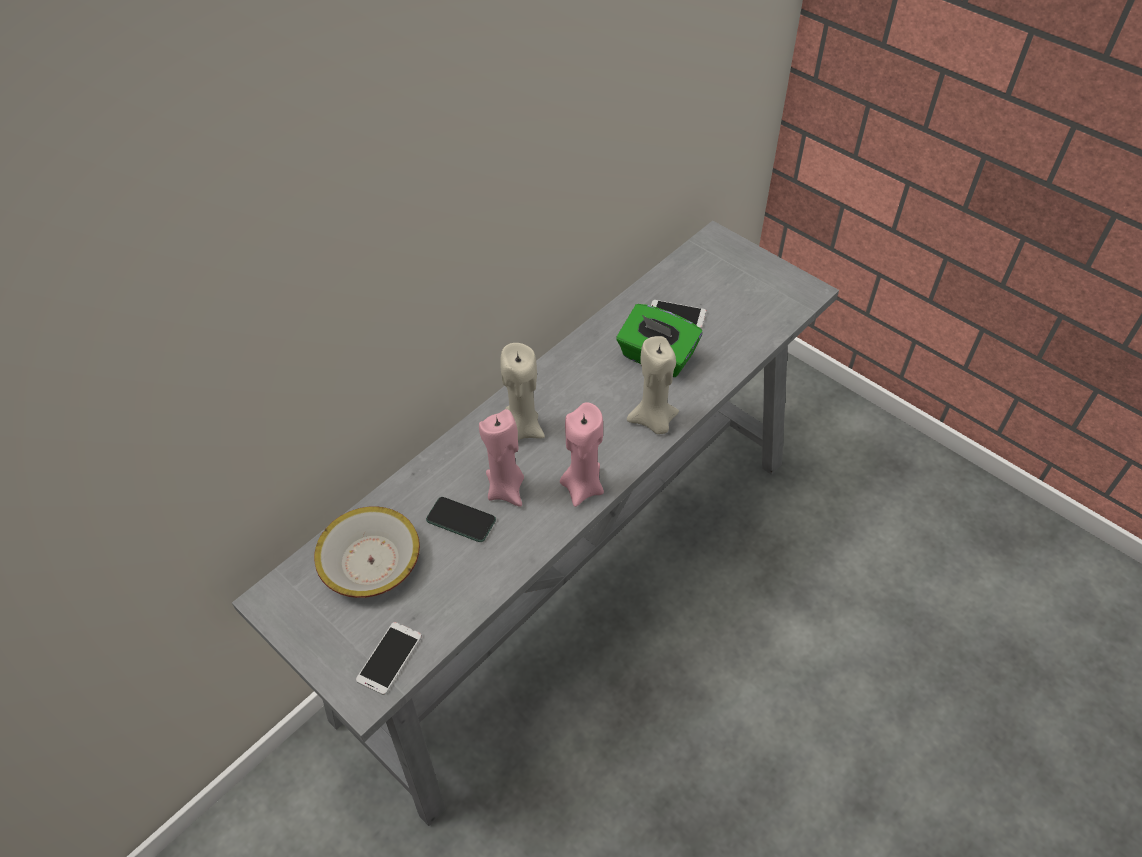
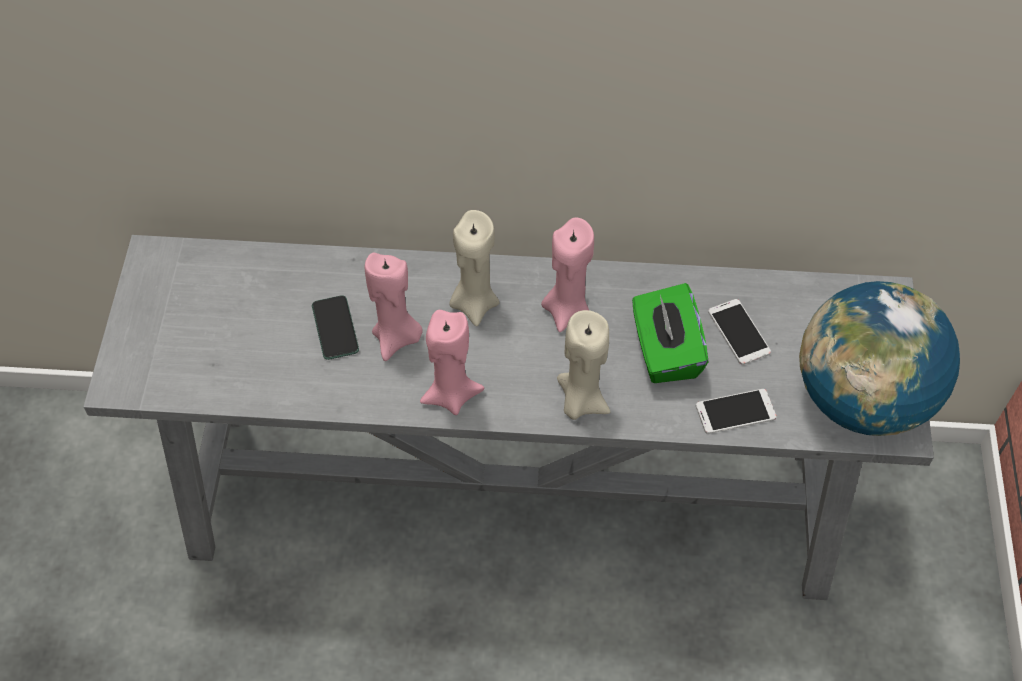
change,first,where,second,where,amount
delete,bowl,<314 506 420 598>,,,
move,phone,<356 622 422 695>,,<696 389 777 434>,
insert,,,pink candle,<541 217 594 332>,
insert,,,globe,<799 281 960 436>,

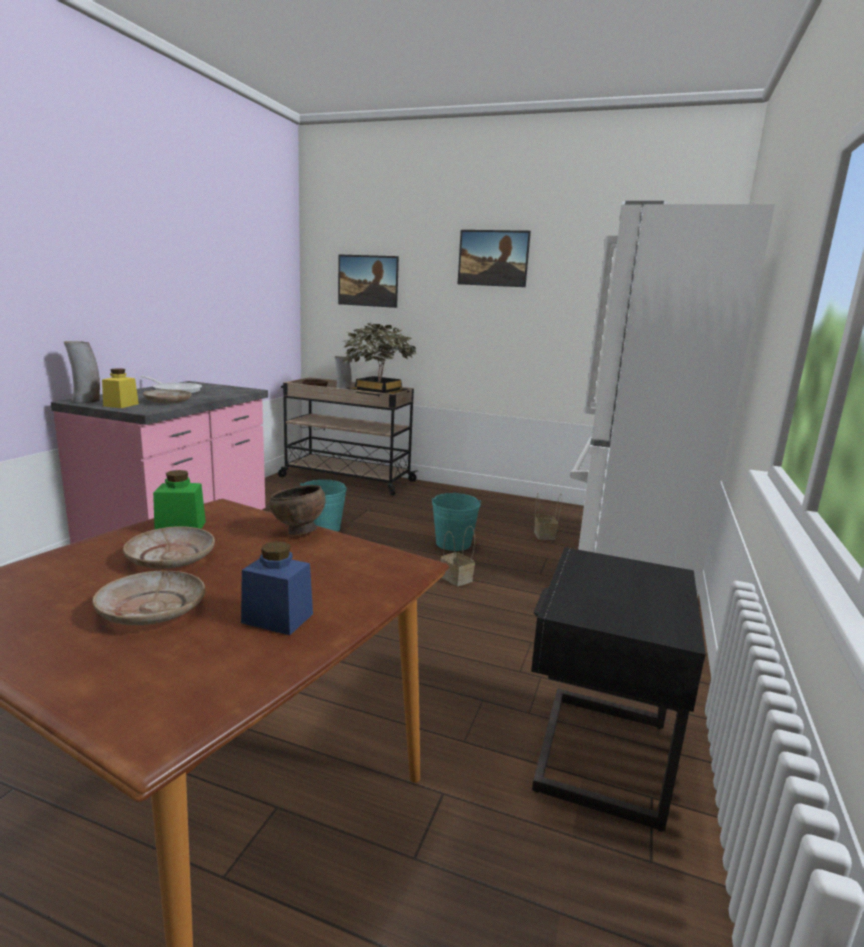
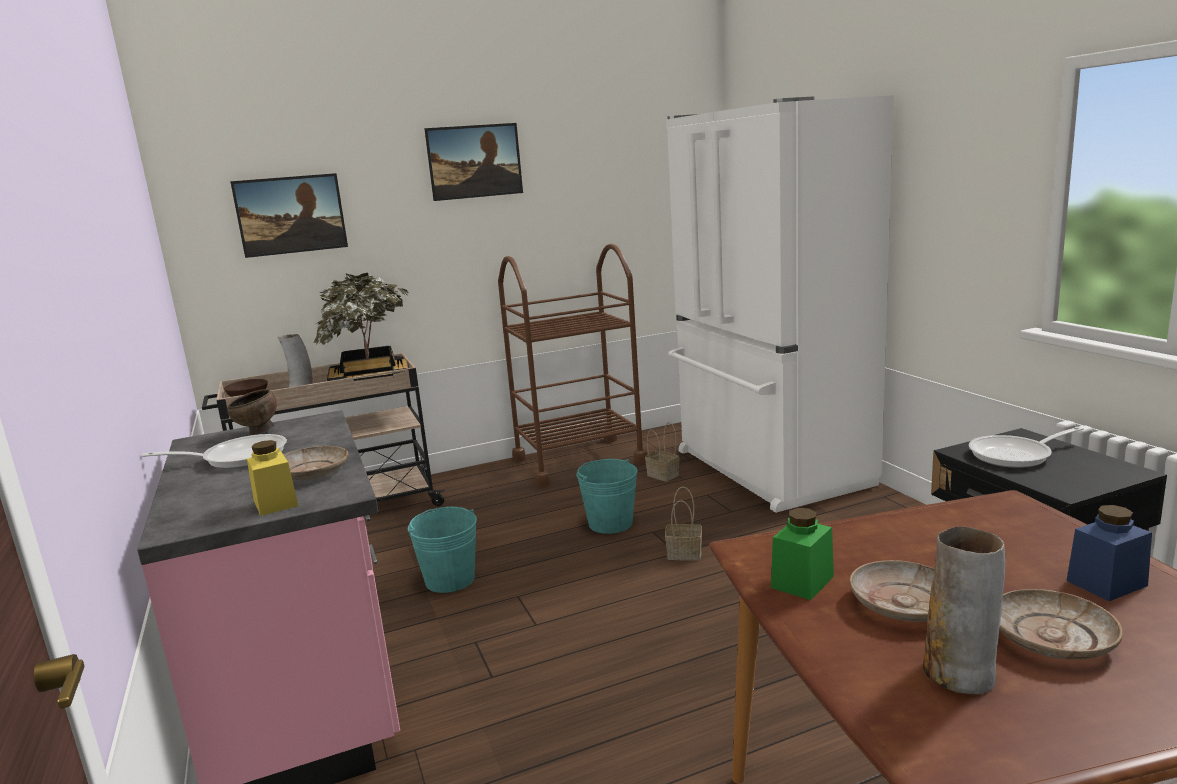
change,first,where,second,where,amount
move,vase,<64 341 100 403>,,<923 526 1005 695>,
move,brown bowl,<269 485 325 535>,,<227 389 277 435>,
insert,,,brown cart,<498 244 647 487>,
insert,,,frying pan,<969 427 1084 468>,

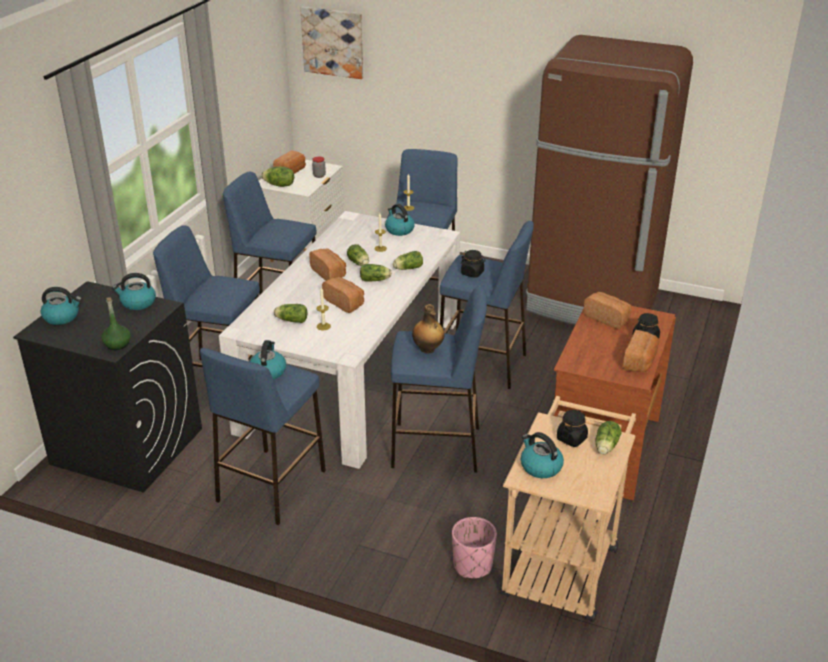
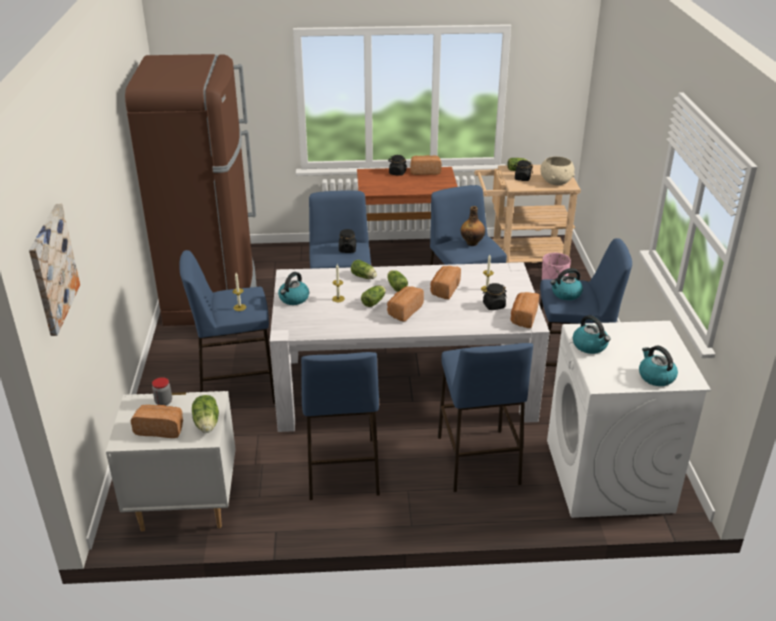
change,first,where,second,where,amount
recolor,black washing machine,<13 281 202 493>,white washing machine,<547 321 711 518>,
delete,green bottle,<101 297 131 350>,,,
replace,lettuce,<274 304 307 323>,black jar,<483 283 507 310>,
replace,kettle,<521 432 564 478>,beige bowl,<541 156 575 185>,
move,bread,<583 292 632 329>,,<511 292 539 328>,

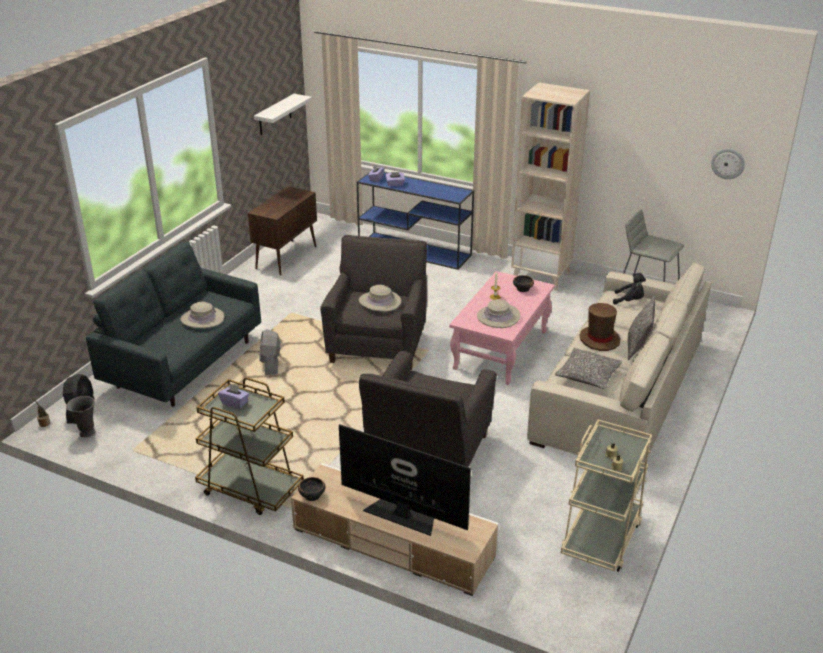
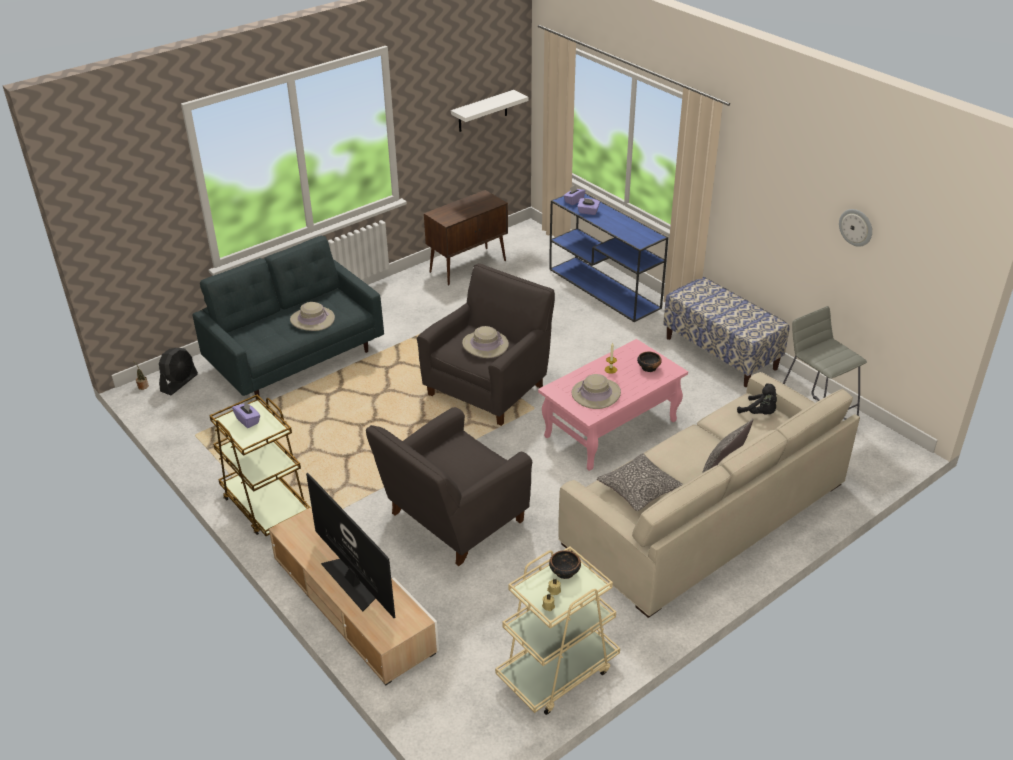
change,first,where,second,where,amount
delete,grey vase,<66 396 96 437>,,,
delete,grey fan,<259 329 281 375>,,,
move,bowl,<298 477 325 501>,,<549 550 581 579>,
replace,beige bookcase,<511 82 590 291>,bench,<663 277 789 387>,
delete,brown hat,<579 303 620 351>,,,
move,wall clock,<711 149 745 179>,,<839 209 872 247>,

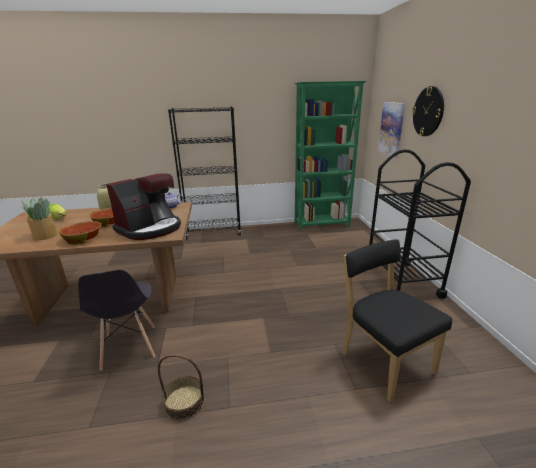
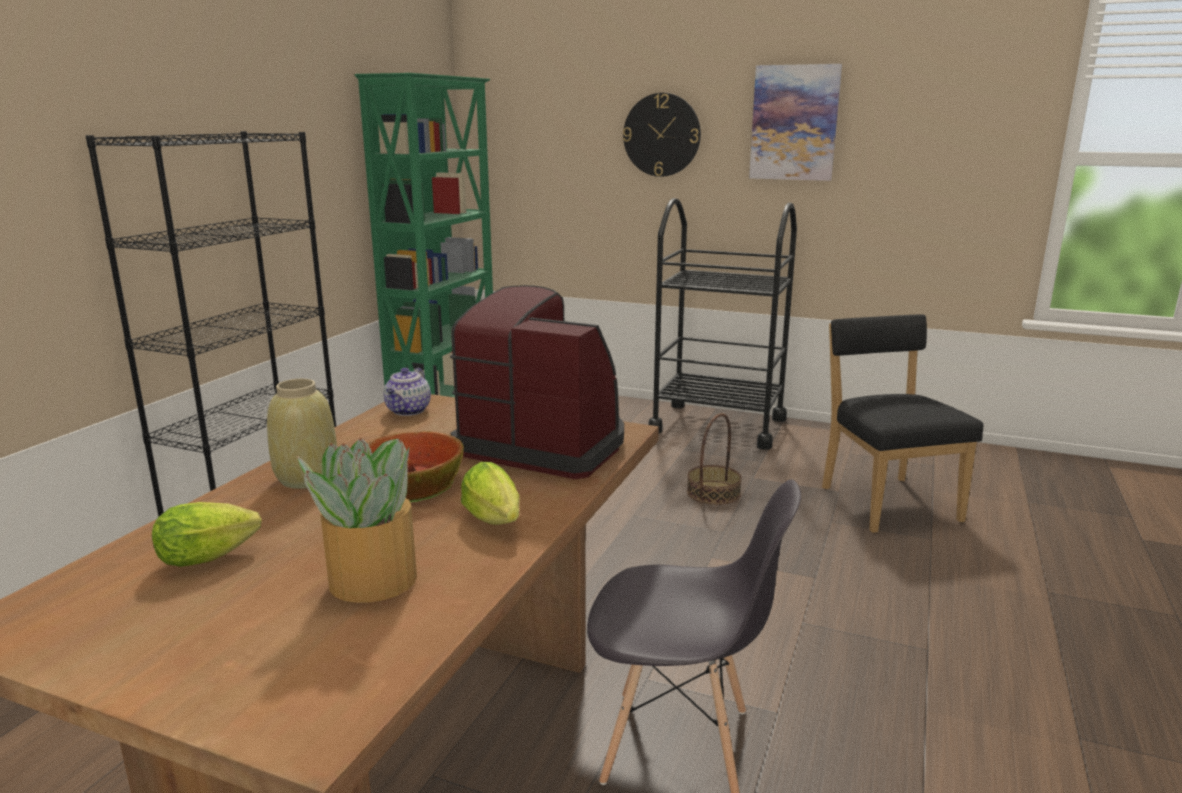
change,first,where,second,where,amount
replace,bowl,<59 221 102 245>,lettuce,<461 462 520 525>,
rotate,coffee machine,<106 173 181 240>,,<450 285 624 479>,45 degrees counterclockwise
move,basket,<158 354 205 421>,,<687 413 742 505>,
rotate,black chair,<342 239 452 402>,,<822 314 984 533>,75 degrees clockwise
move,picture,<378 102 405 157>,,<749 64 842 181>,

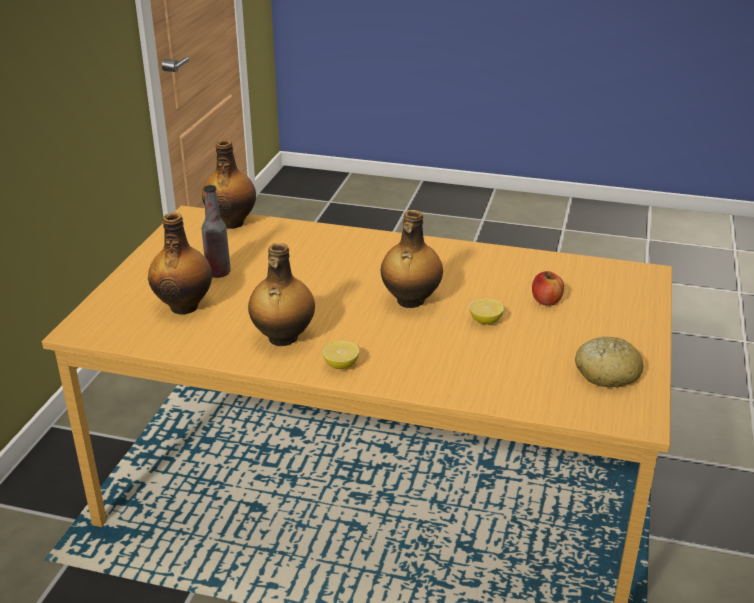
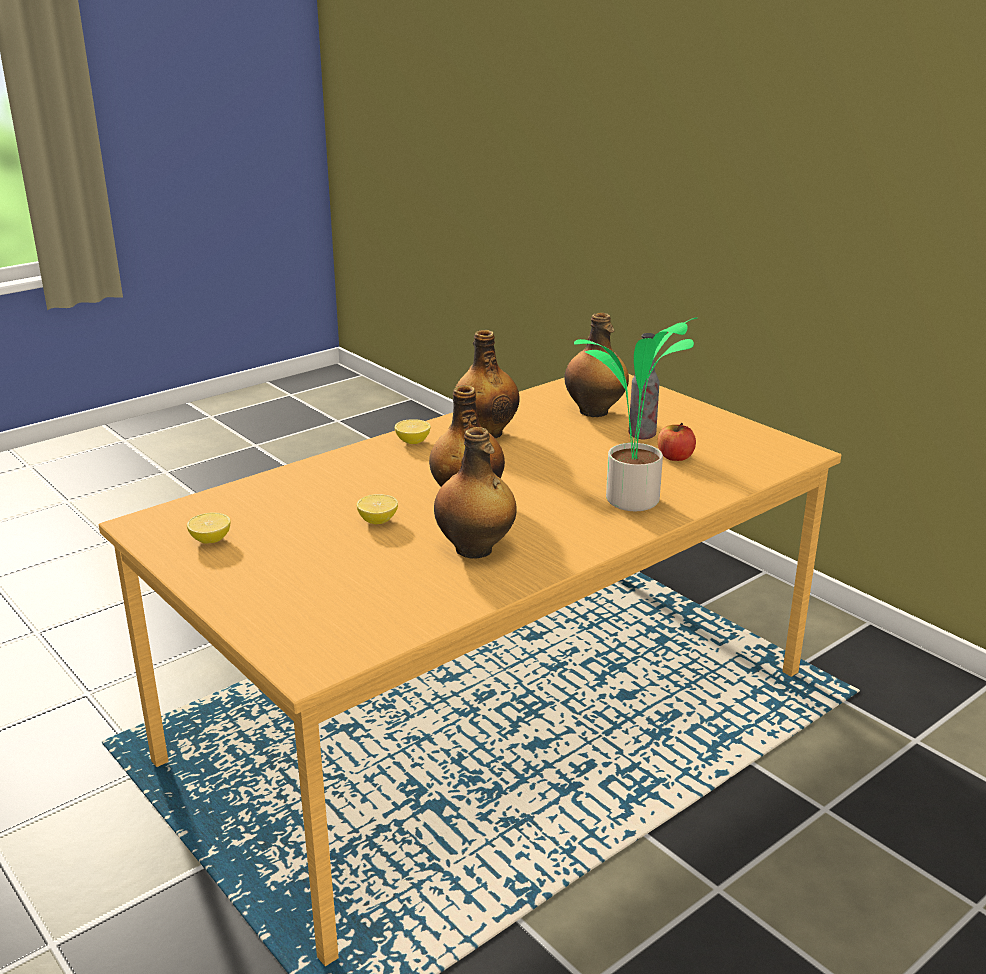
change,first,where,second,where,amount
move,bottle,<202 140 256 229>,,<434 427 516 559>,
move,apple,<532 271 564 306>,,<658 423 696 461>,
replace,bread,<575 337 643 388>,lemon,<187 512 231 544>,
insert,,,potted plant,<574 317 697 511>,

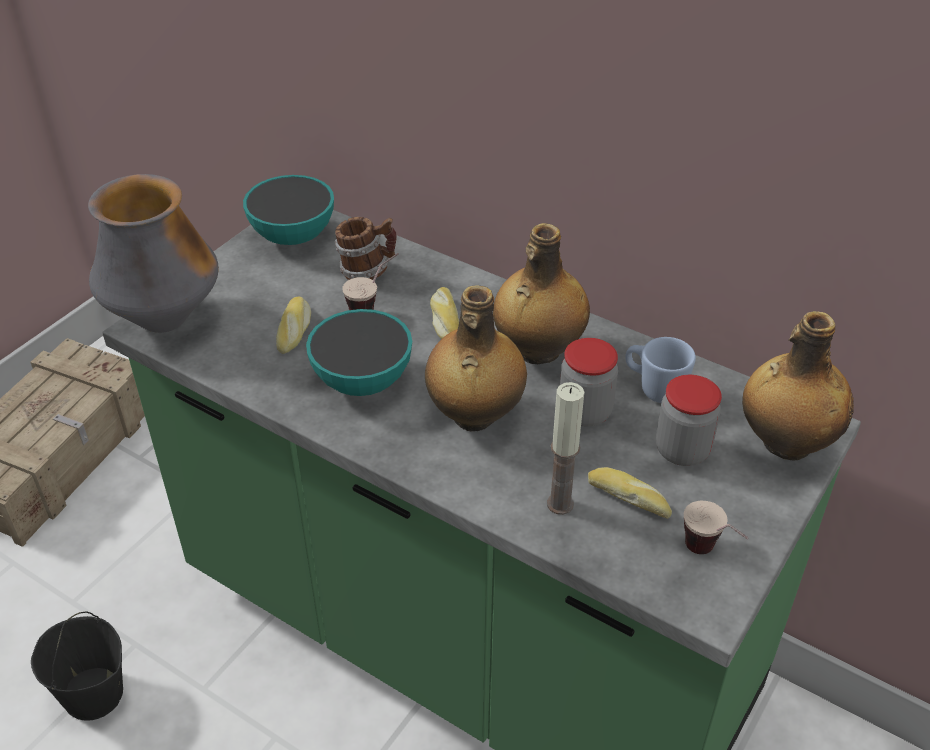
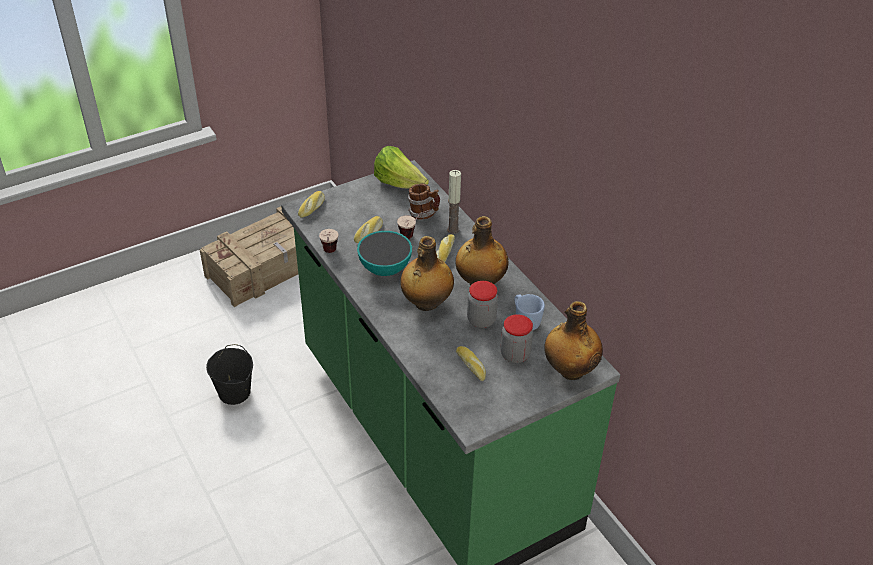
change,first,where,second,where,amount
replace,vase,<88 174 219 333>,bread,<298 191 325 218>,
replace,bowl,<243 175 334 245>,lettuce,<374 146 429 188>,
move,candle,<547 382 584 515>,,<447 170 461 234>,
move,cup,<684 501 748 554>,,<319 229 338 253>,

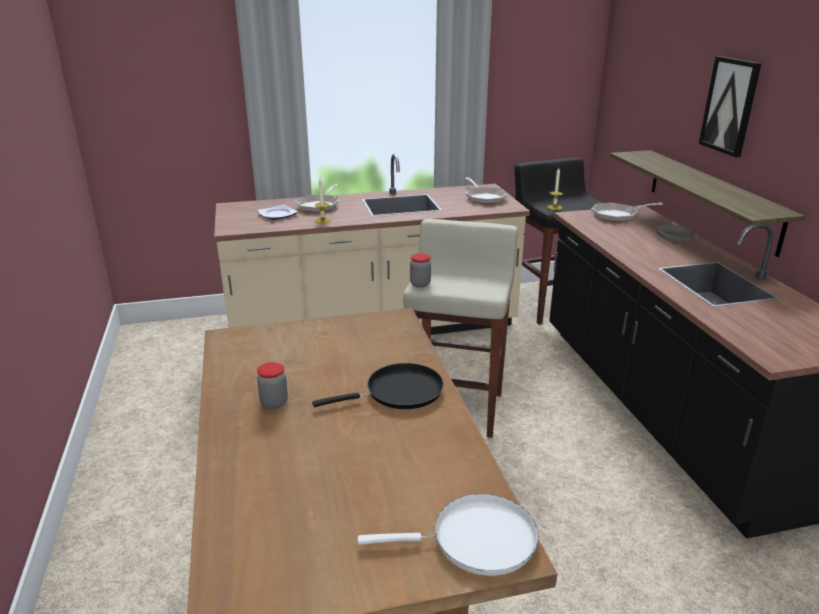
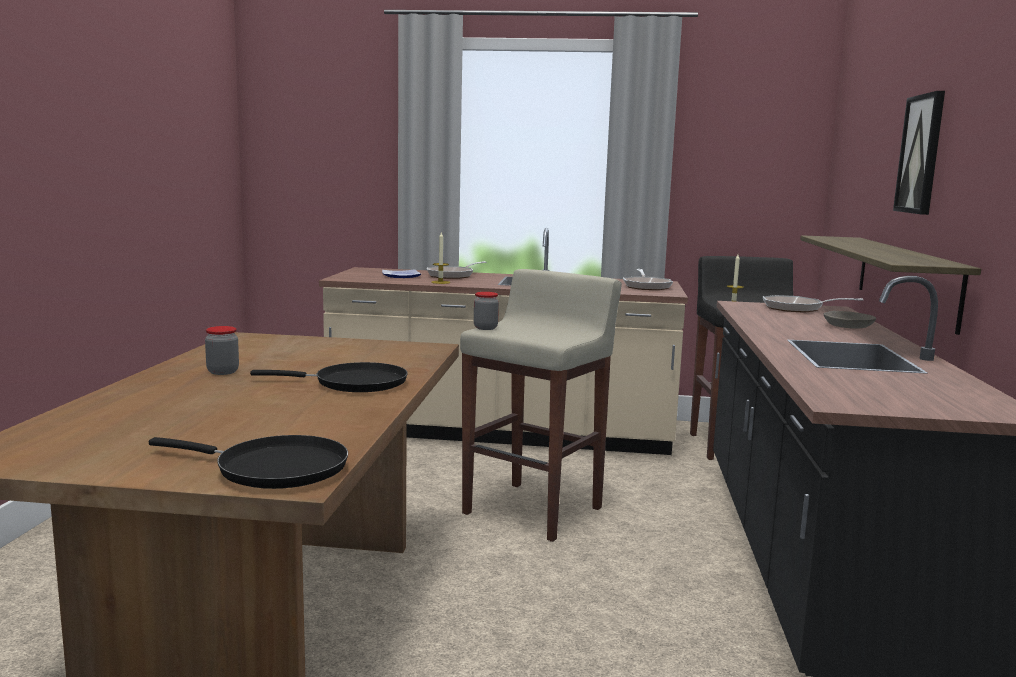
change,first,where,second,where,amount
recolor,white frying pan,<358 494 539 575>,black frying pan,<149 435 348 489>,

